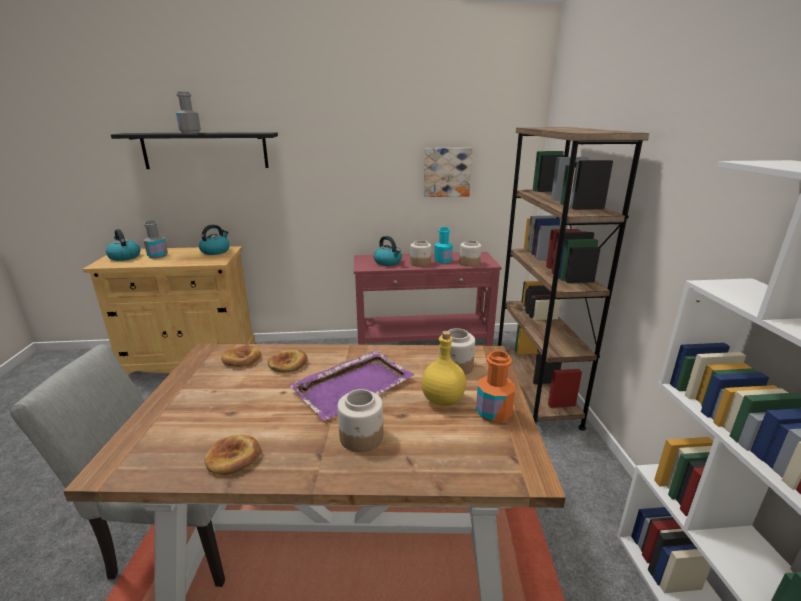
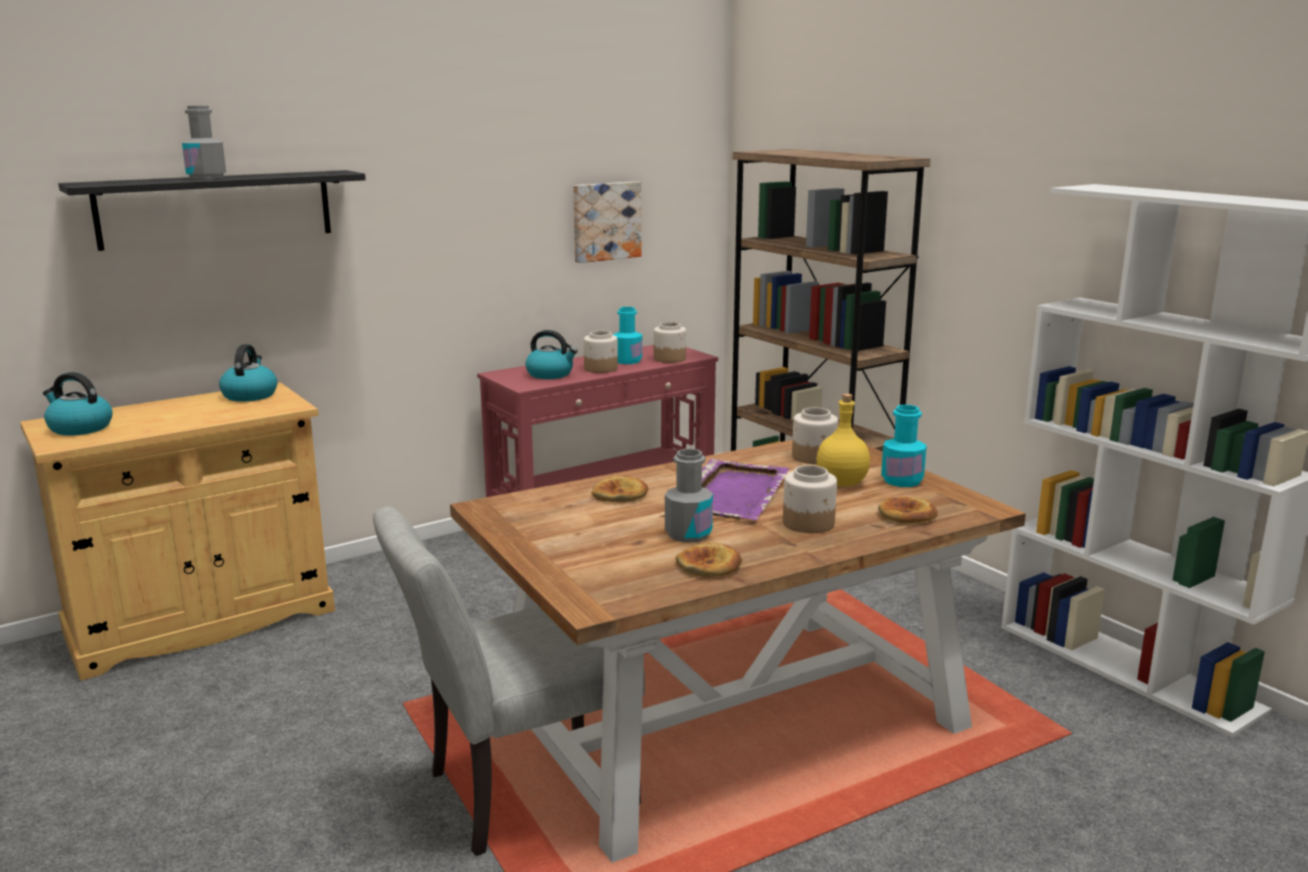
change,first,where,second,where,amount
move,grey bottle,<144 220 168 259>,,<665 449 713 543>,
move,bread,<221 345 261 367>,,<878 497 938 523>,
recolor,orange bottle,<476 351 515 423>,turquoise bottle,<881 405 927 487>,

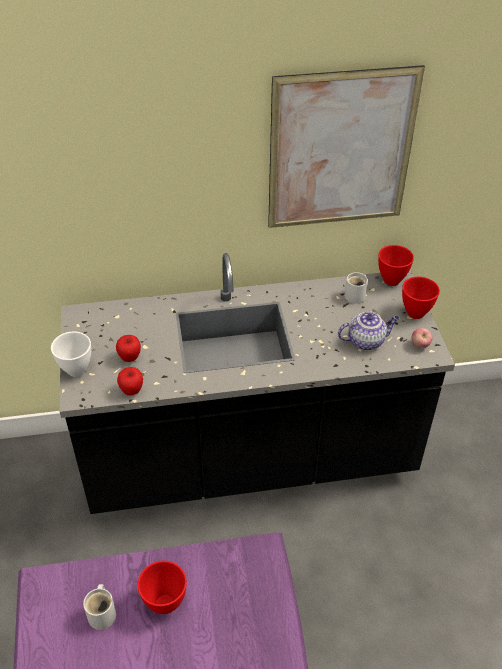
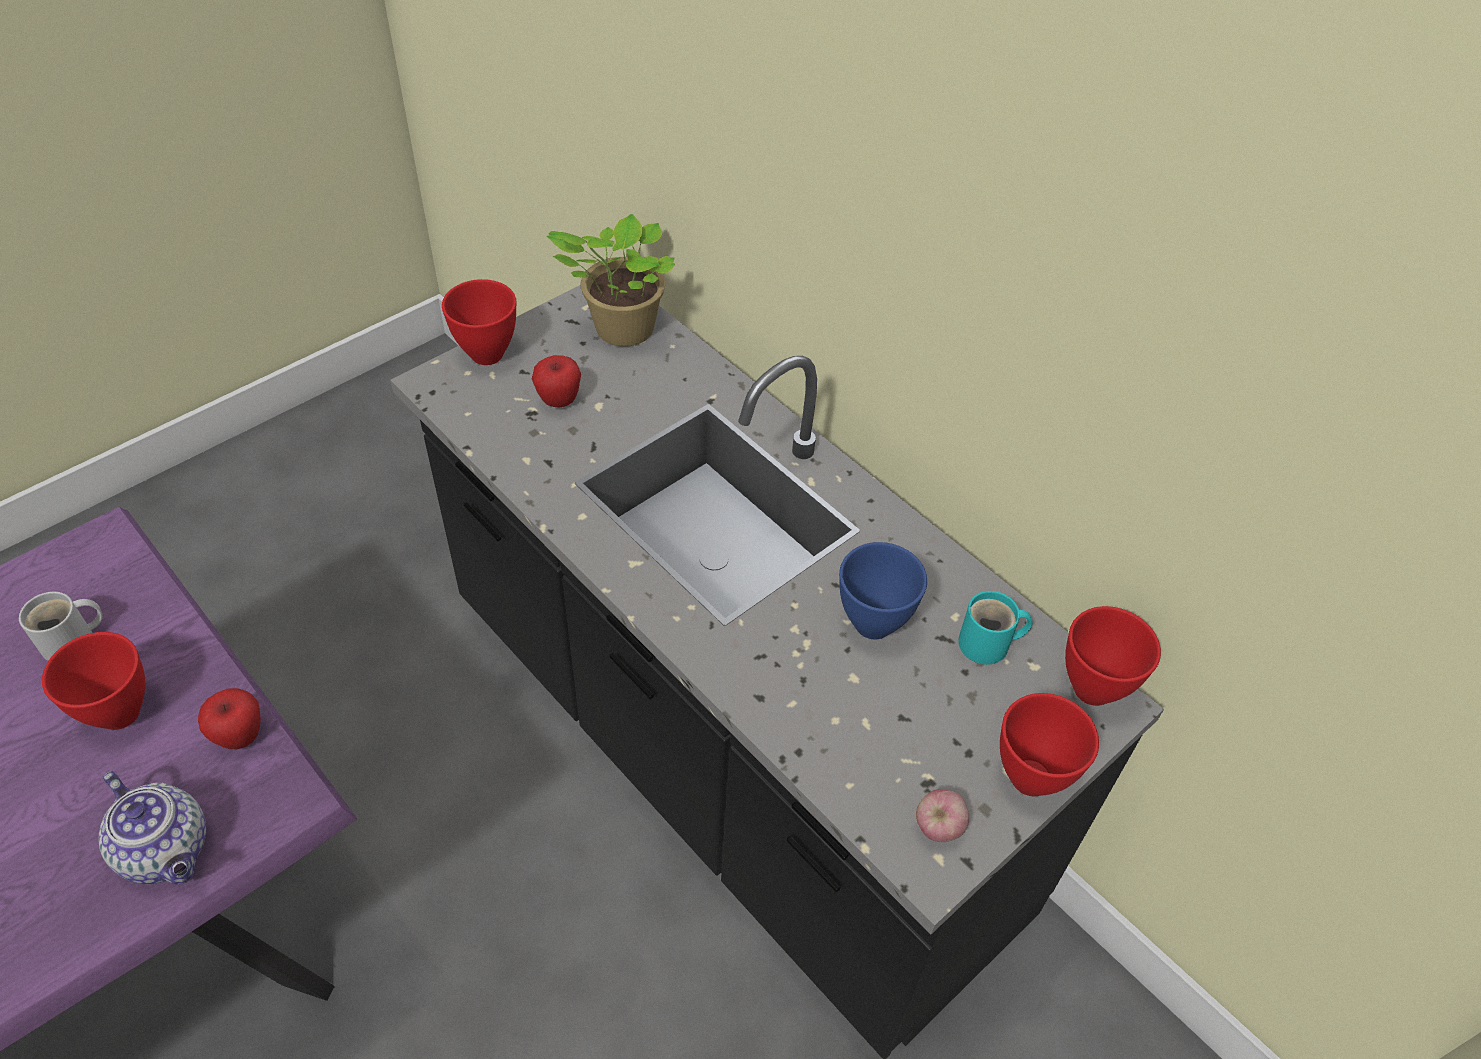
change,first,where,second,where,amount
recolor,white bowl,<51 331 91 377>,red bowl,<442 279 516 365>,
move,apple,<117 367 143 395>,,<198 688 261 749>,
delete,picture,<268 65 425 228>,,,
move,teapot,<338 311 399 350>,,<99 771 206 884>,
recolor,white mug,<345 272 368 304>,turquoise mug,<958 591 1033 665>,
insert,,,potted plant,<546 214 675 347>,
insert,,,blue bowl,<839 542 927 639>,

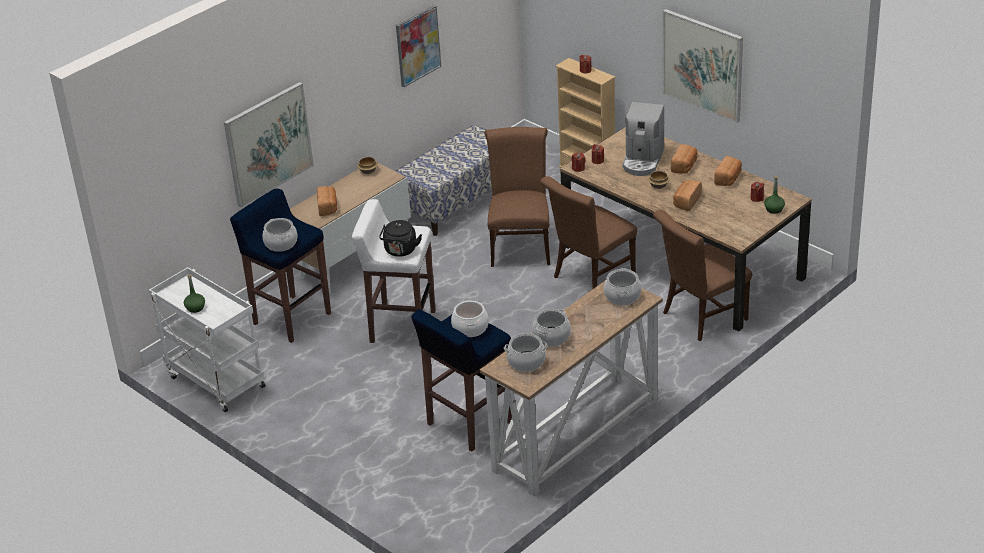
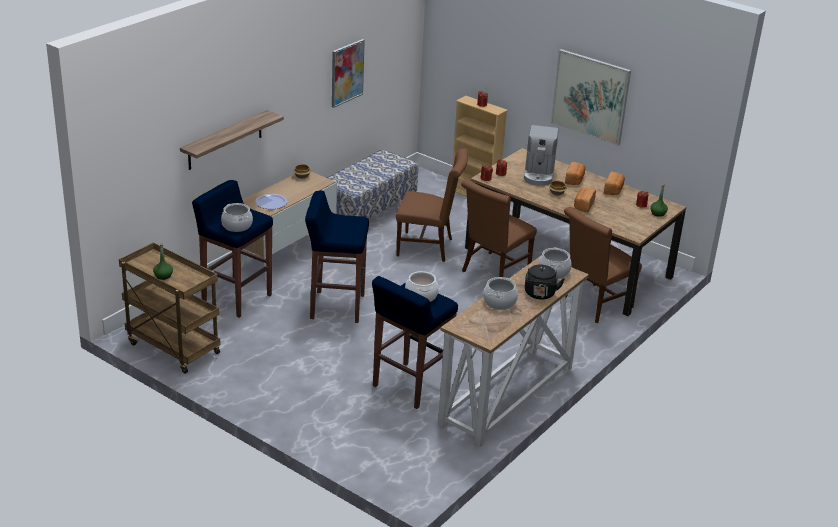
change,first,where,second,where,amount
recolor,white cart,<149 267 265 412>,brown cart,<119 242 221 374>,
replace,picture,<224 82 314 207>,shelf,<180 110 284 170>,
replace,bread,<317 186 337 216>,plate,<255 194 287 209>,
recolor,white stool,<351 199 436 346>,blue stool,<305 191 369 323>,
move,black kettle,<379 220 422 257>,,<525 264 565 300>,
rotate,brown chair,<485 127 550 267>,,<396 148 468 262>,105 degrees clockwise
delete,cooking pot,<504 333 548 372>,,,

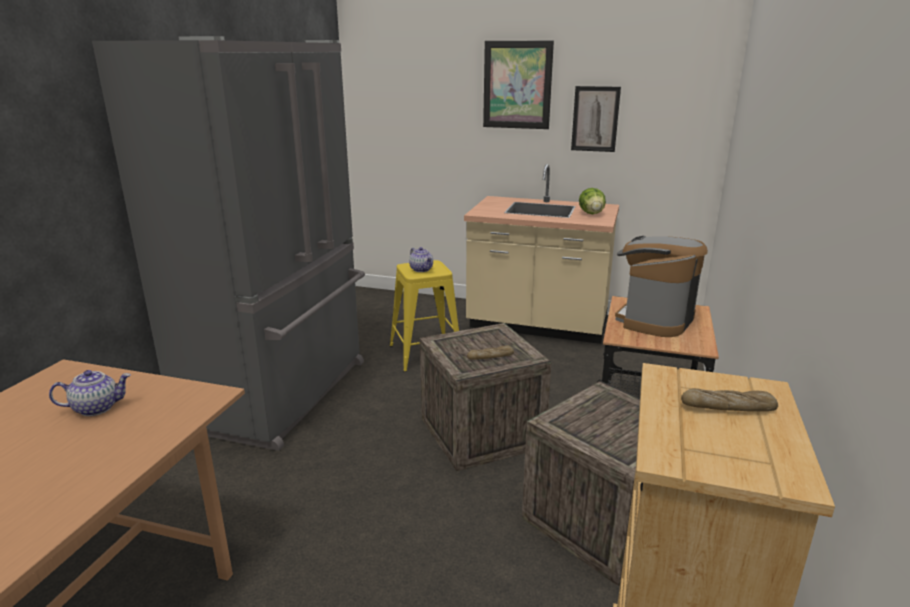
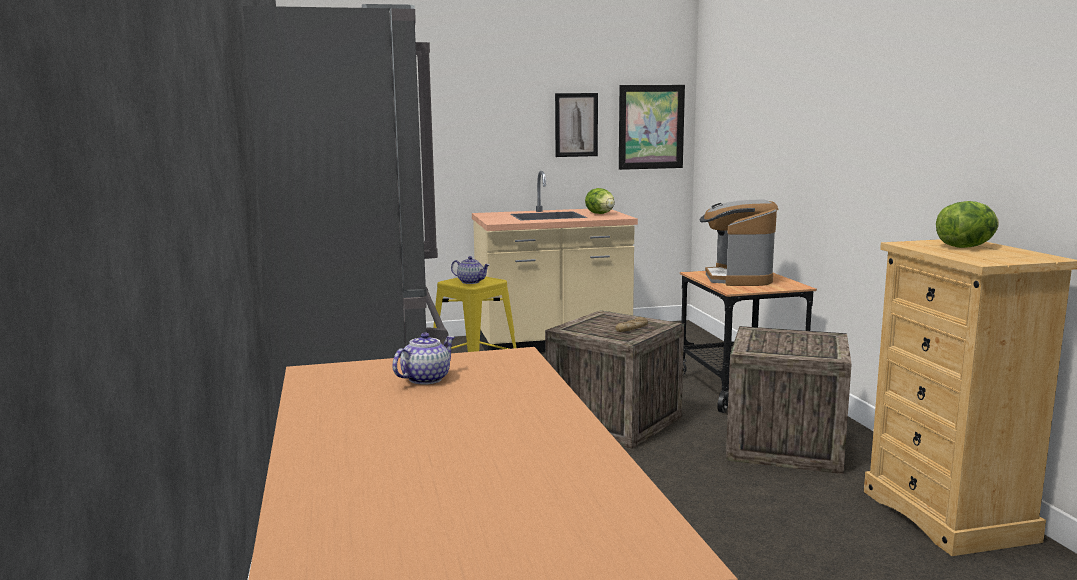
change,first,where,second,where,amount
move,picture,<483 41 554 129>,,<619 85 685 170>,
replace,bread,<681 388 778 412>,lettuce,<936 201 999 248>,

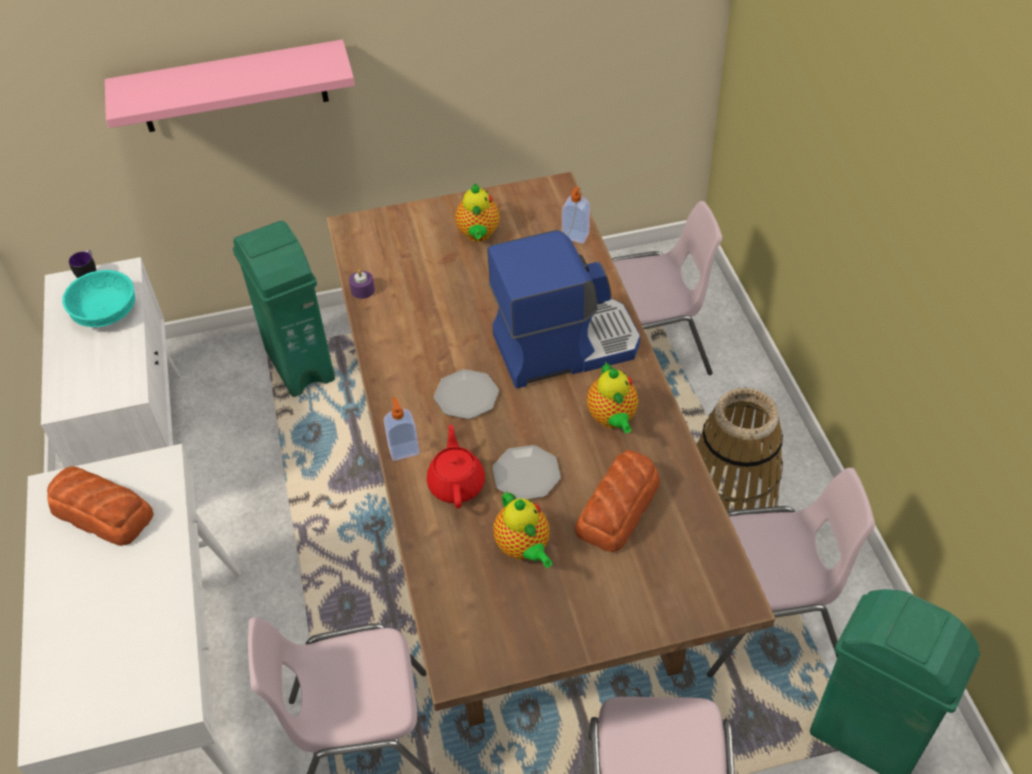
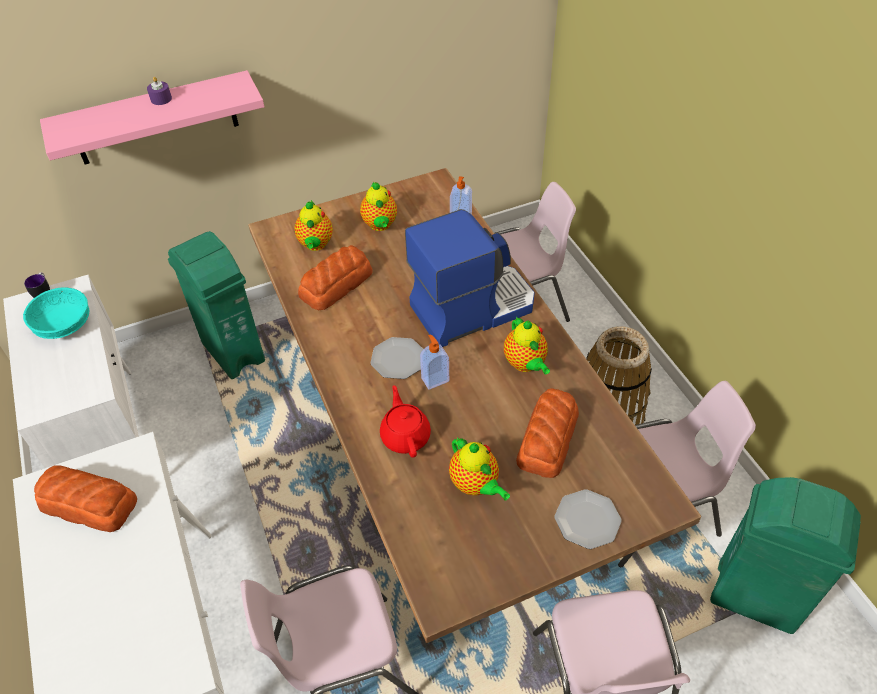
change,first,where,second,where,amount
move,purple candle,<349 269 375 299>,,<147 77 172 105>,
move,soap dispenser,<383 397 420 461>,,<420 334 449 390>,
move,plate,<492 445 561 500>,,<555 489 622 549>,
insert,,,teapot,<294 200 333 251>,
insert,,,bread,<298 245 373 310>,

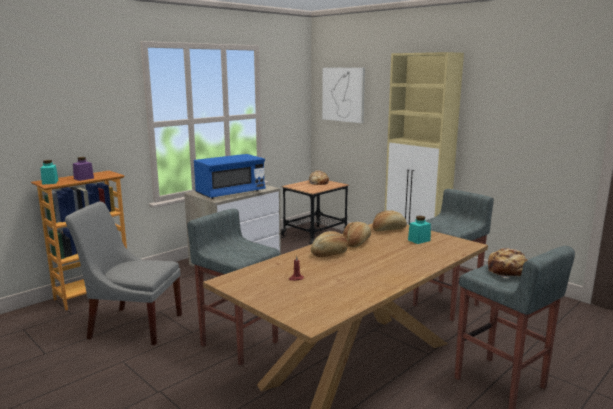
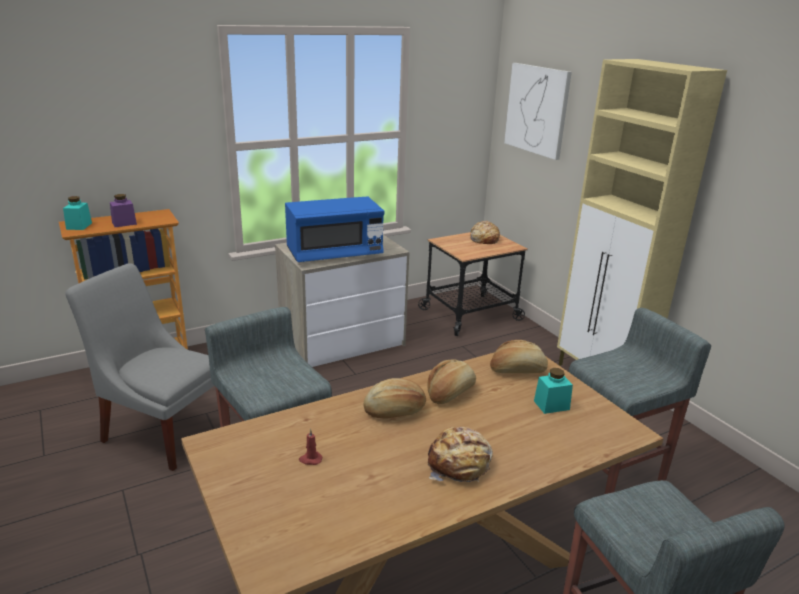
change,first,where,second,where,amount
move,bread,<487 248 528 278>,,<427 427 493 482>,

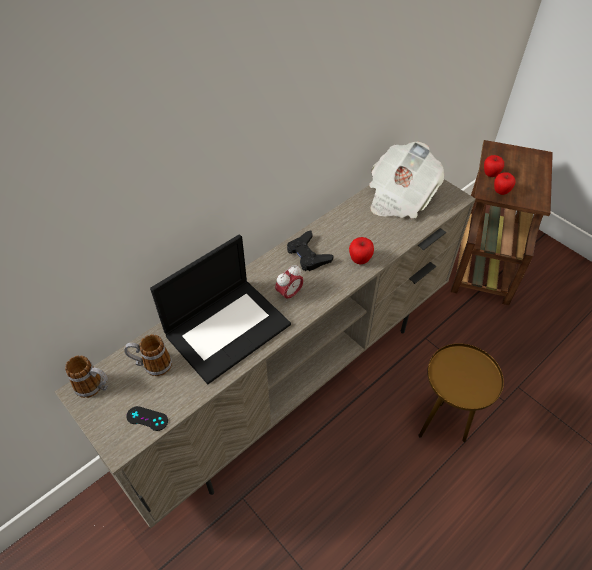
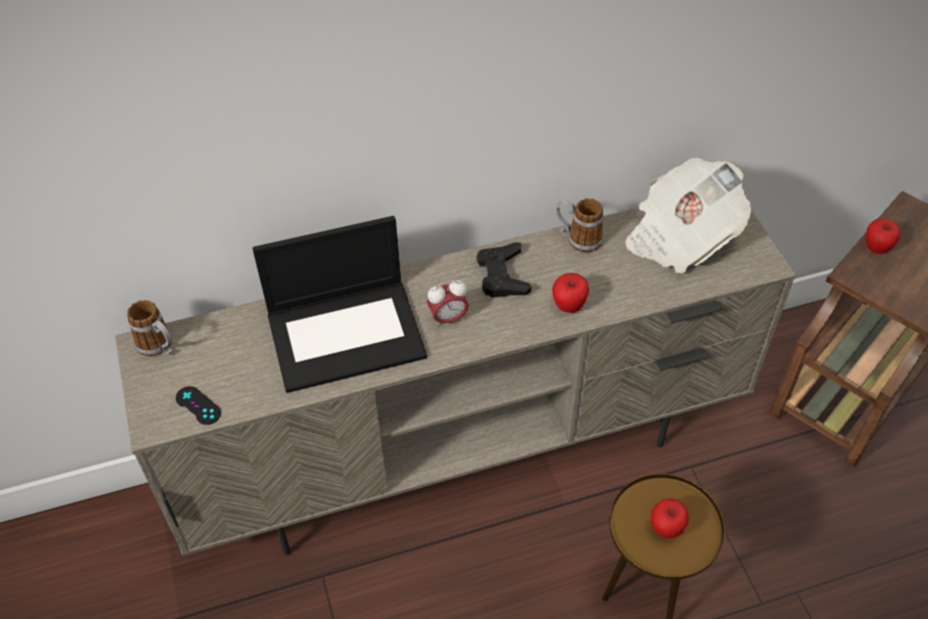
change,first,where,second,where,amount
move,mug,<124 334 172 376>,,<556 198 603 253>,
move,apple,<494 172 516 195>,,<651 498 689 539>,

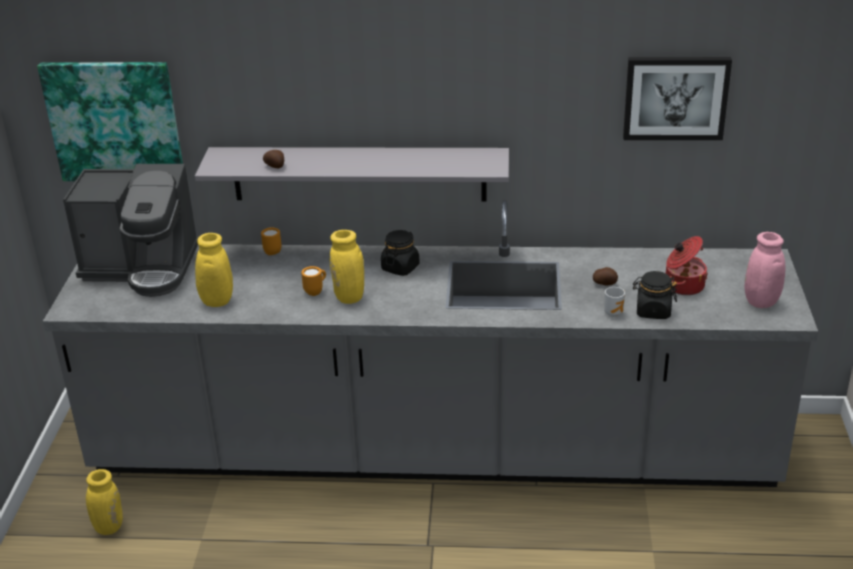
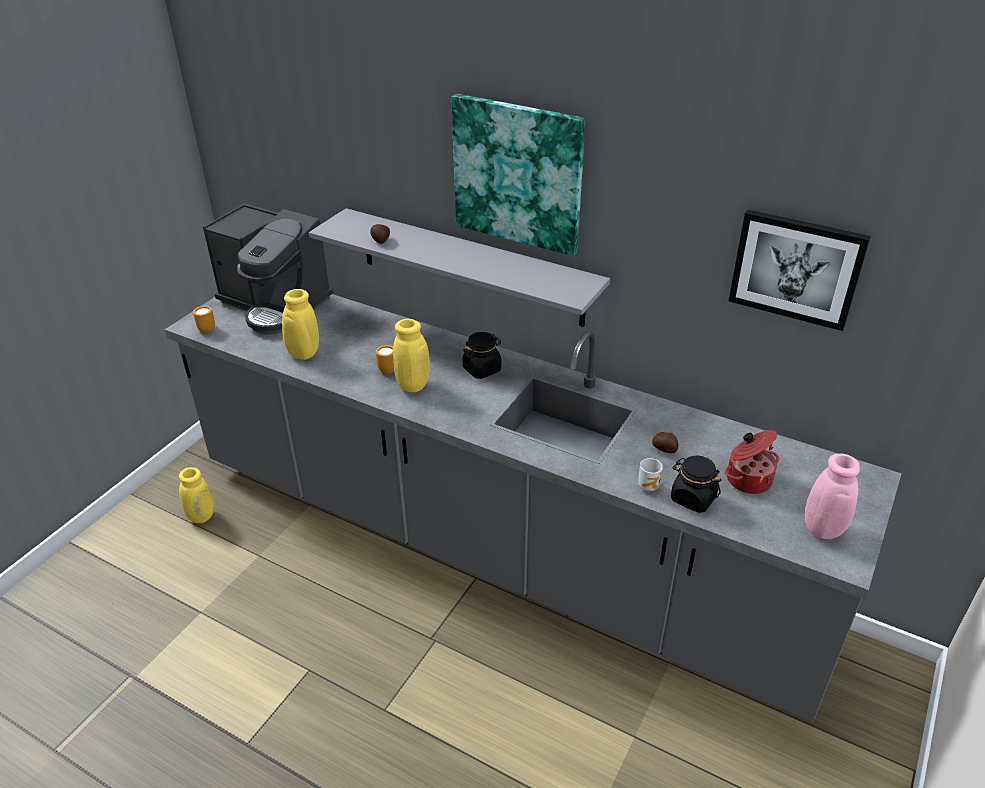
change,first,where,second,where,amount
move,picture,<37 62 183 181>,,<451 94 585 256>,
move,orange mug,<261 228 281 255>,,<193 306 215 332>,

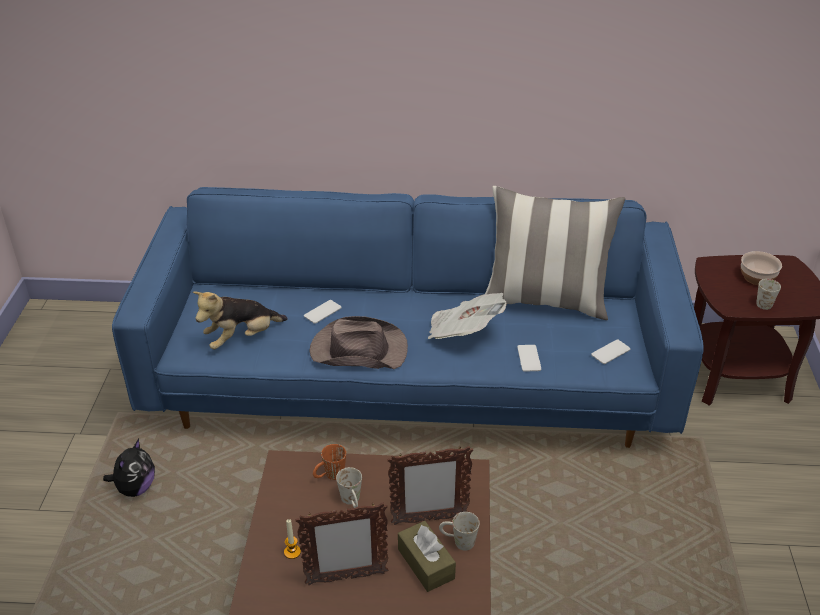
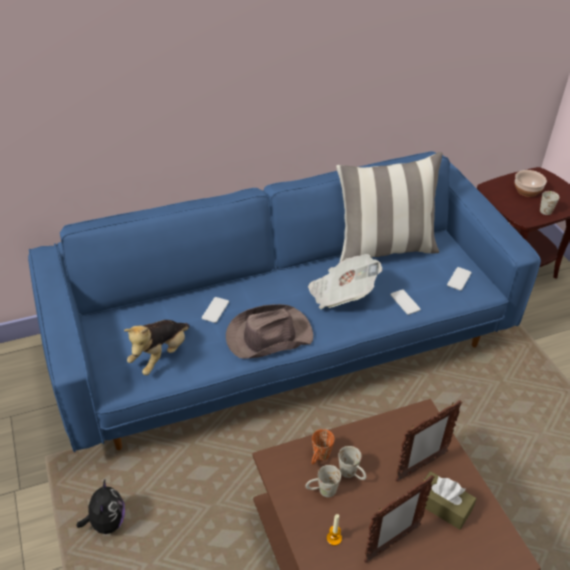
change,first,where,second,where,amount
move,white mug,<439 512 480 551>,,<306 465 341 497>,

